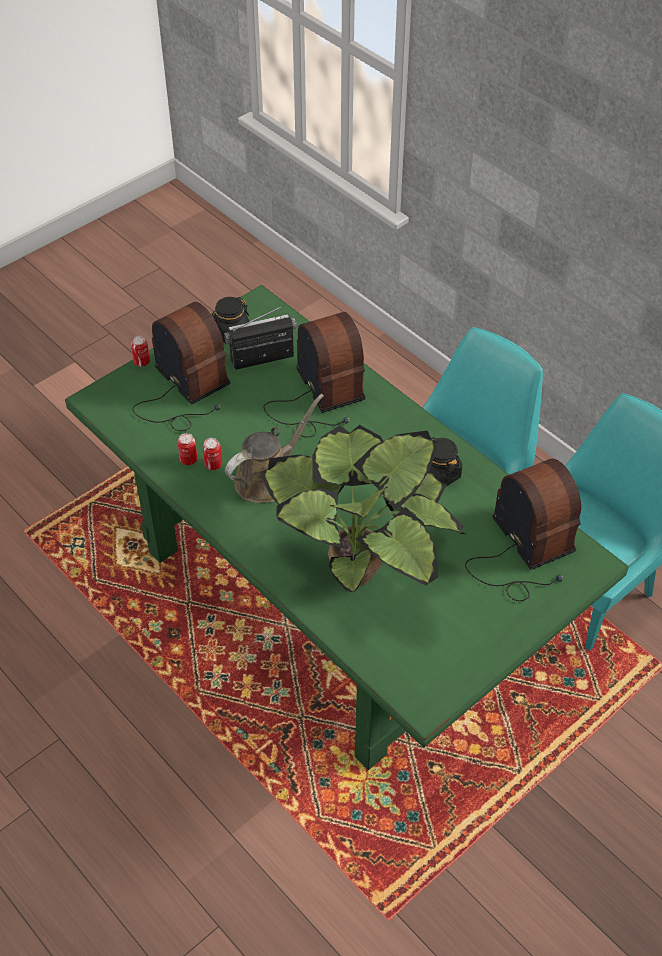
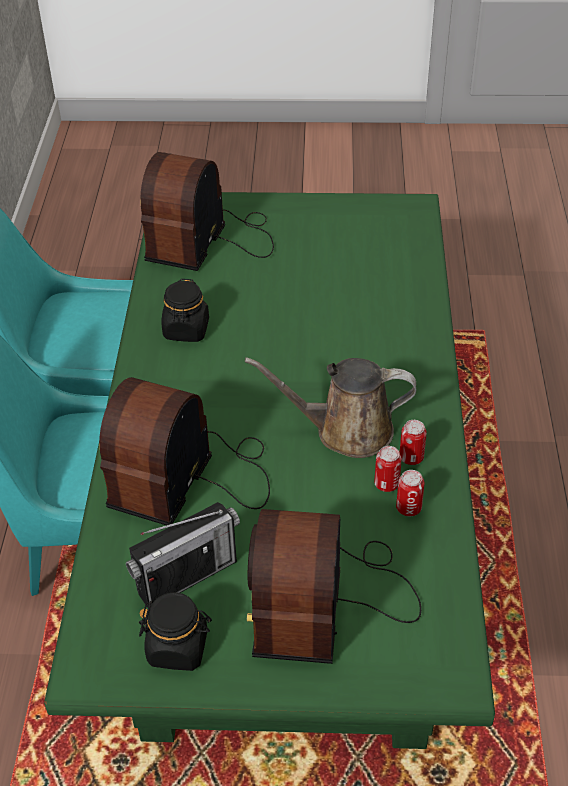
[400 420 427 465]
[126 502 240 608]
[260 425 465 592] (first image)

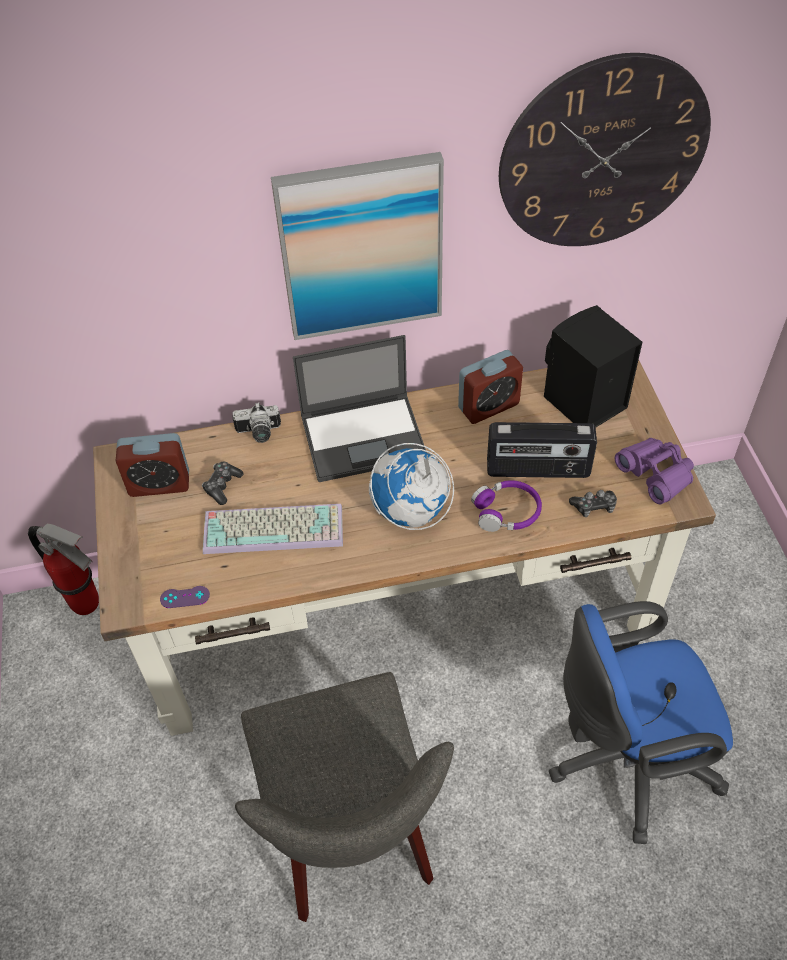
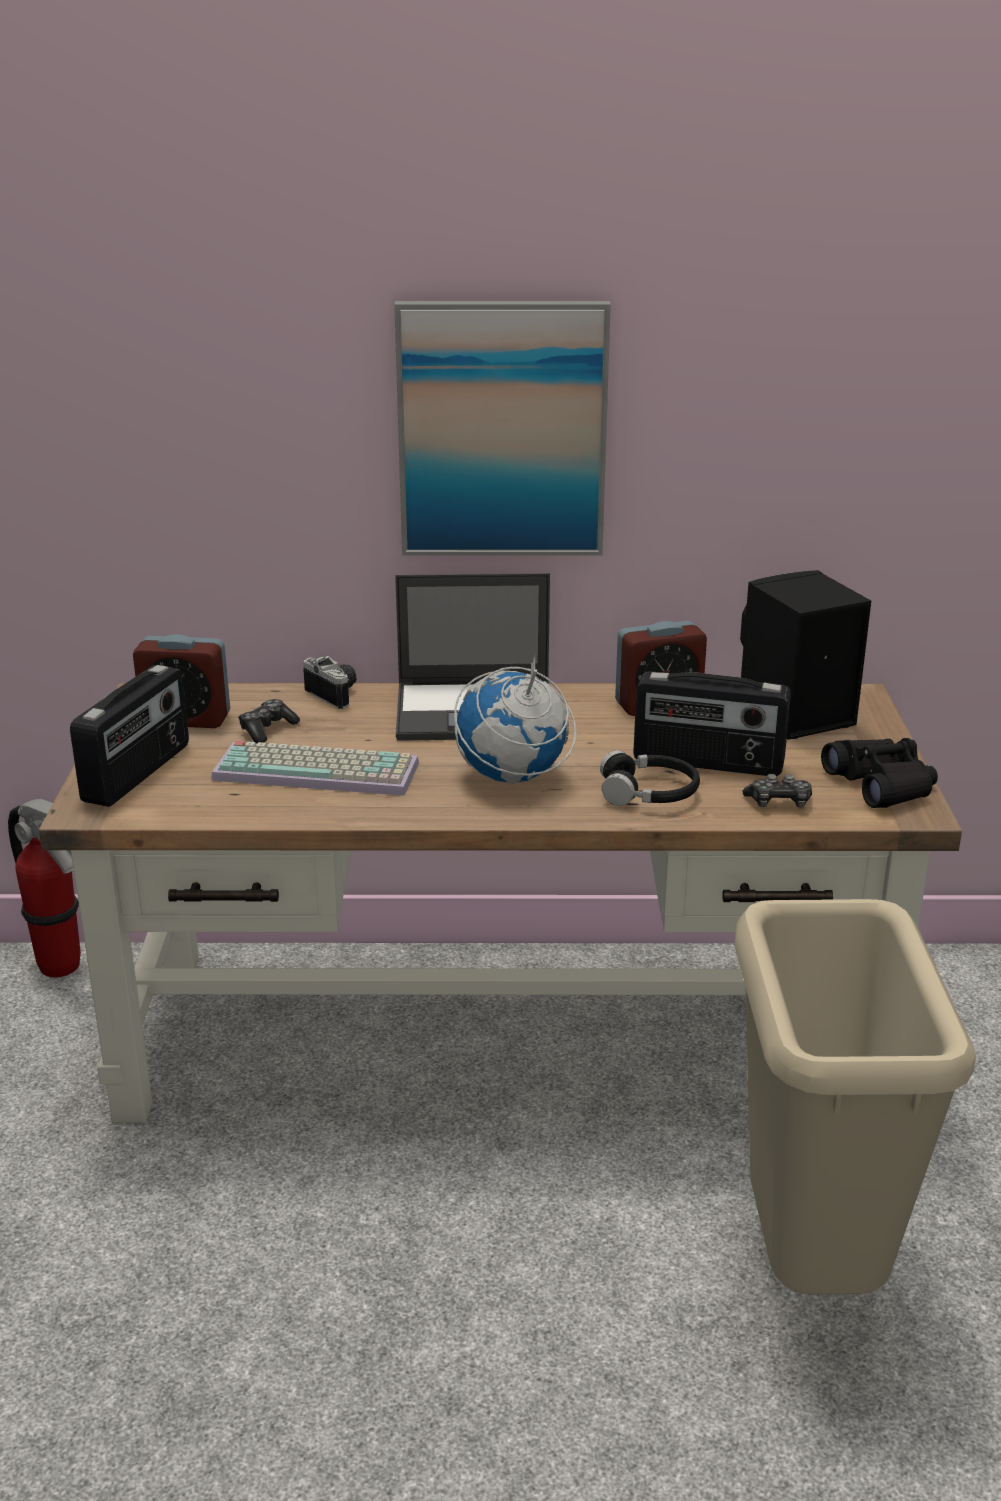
[160 586 210 608] (first image)
[303 655 356 709]
[235 672 454 922] (first image)
[600 750 700 806]
[499 53 711 246] (first image)
[735 899 976 1295]
[821 738 938 808]
[70 665 189 807]

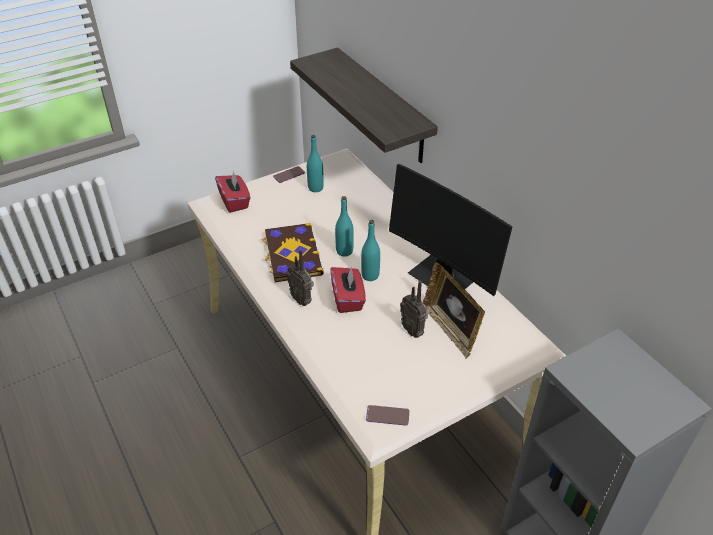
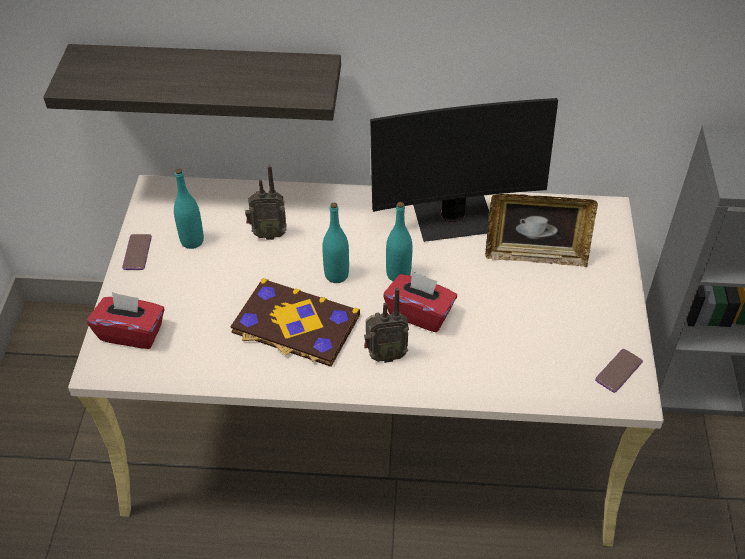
[245 165 287 240]

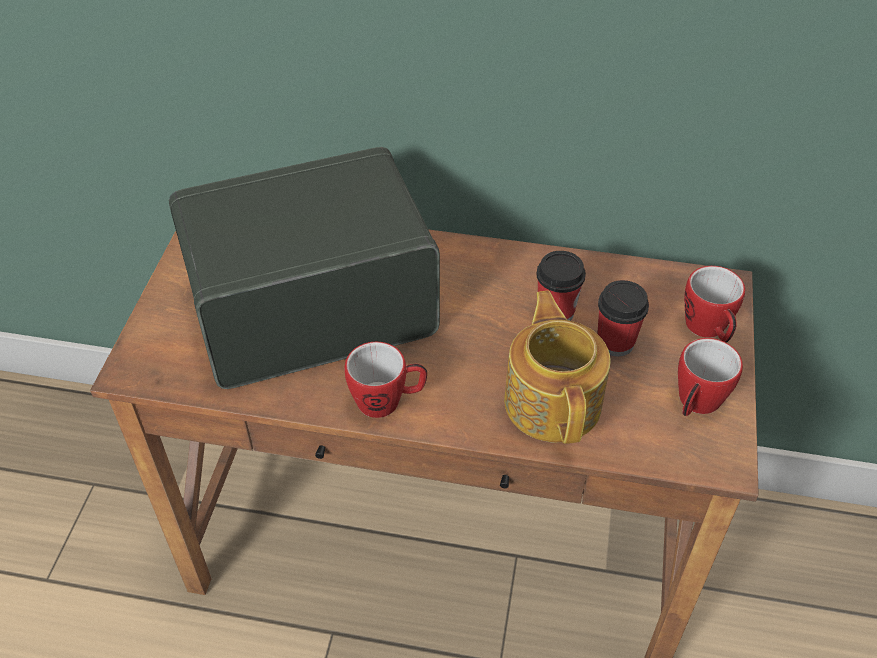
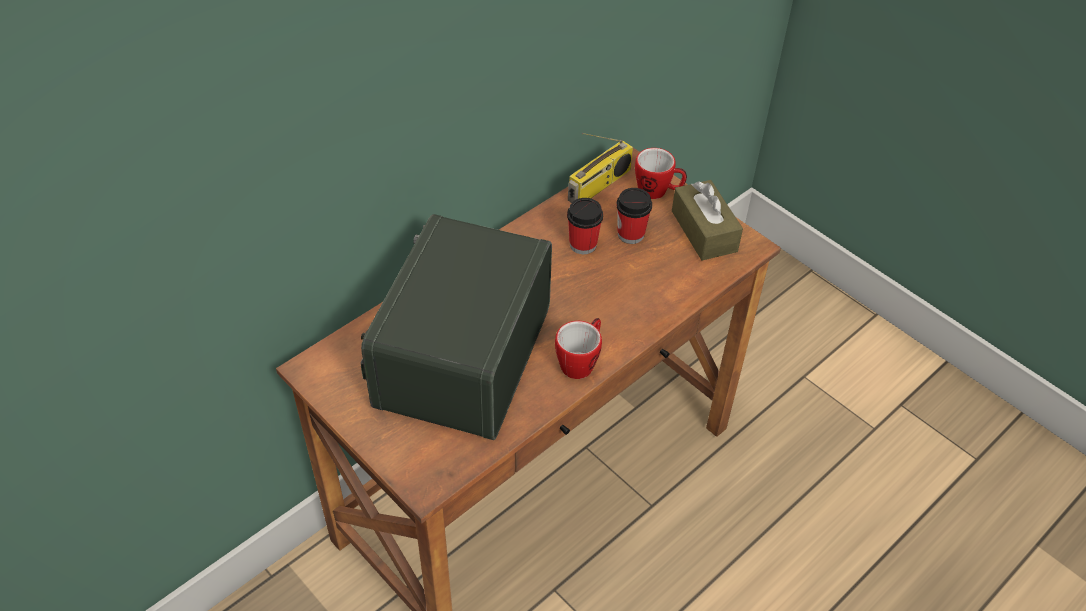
[504 290 611 444] (first image)
[672 180 743 261]
[568 133 633 203]

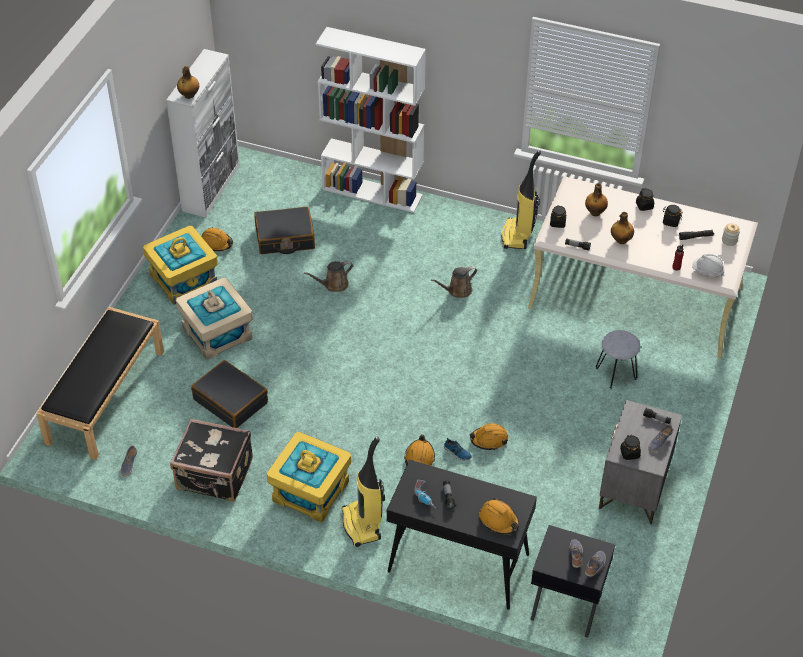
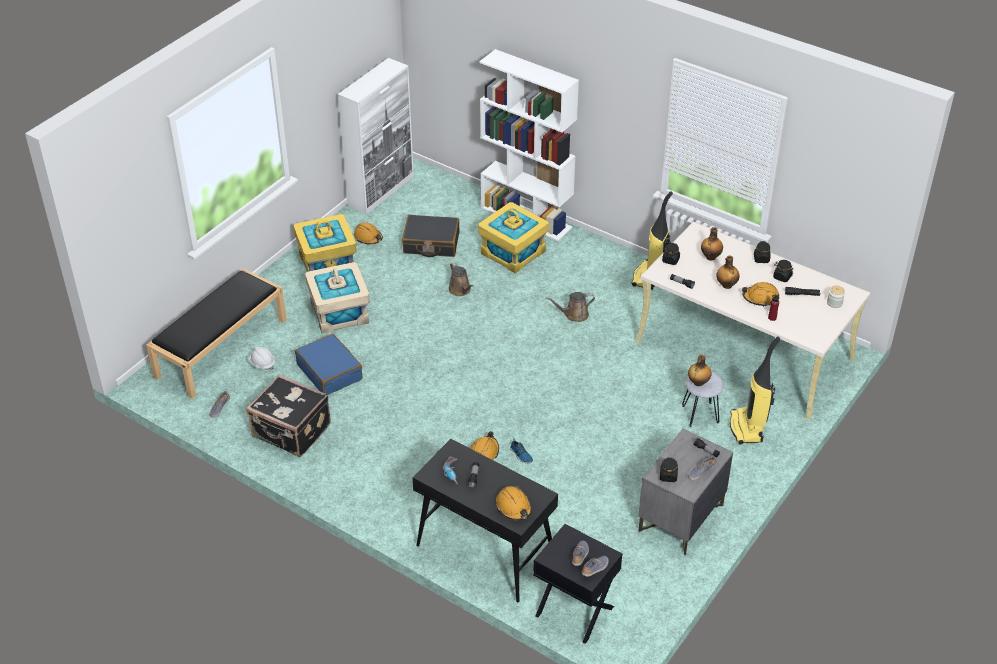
[688 355 712 386]
[295 334 362 395]
[478 202 549 274]
[448 262 474 296]
[730 337 780 445]
[742 282 779 307]
[247 347 275 370]

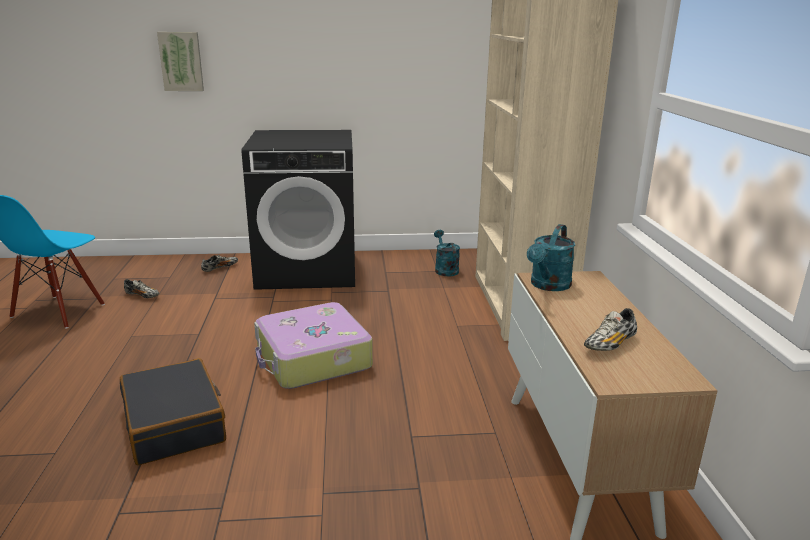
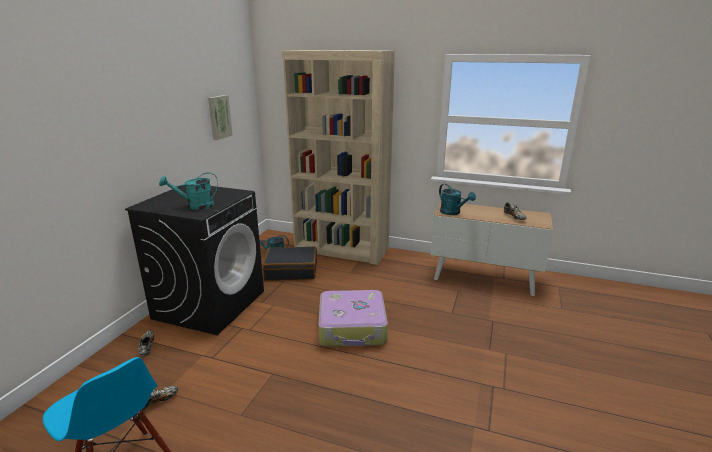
[263 247 317 281]
[208 95 233 140]
[159 172 218 210]

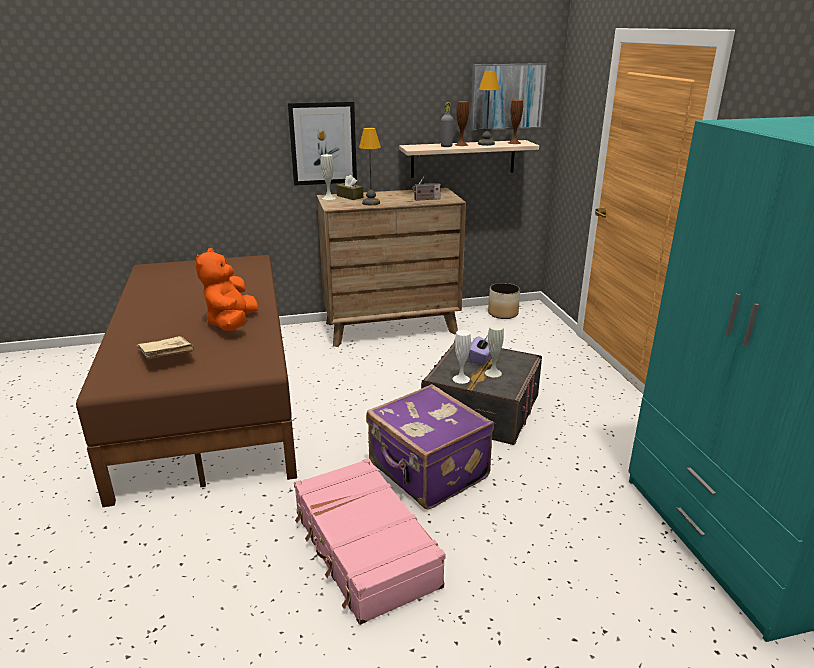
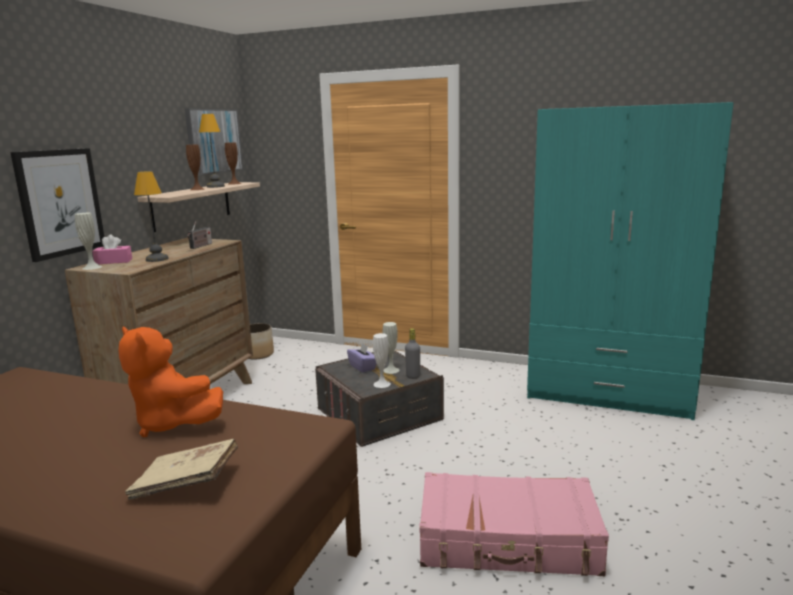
[92 235 132 264]
[366 384 494 510] (first image)
[405 328 420 379]

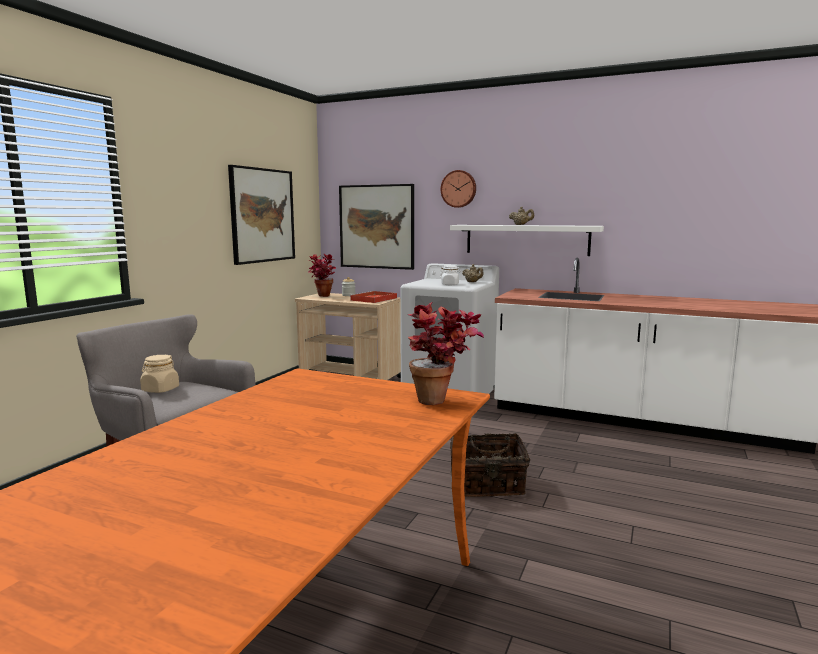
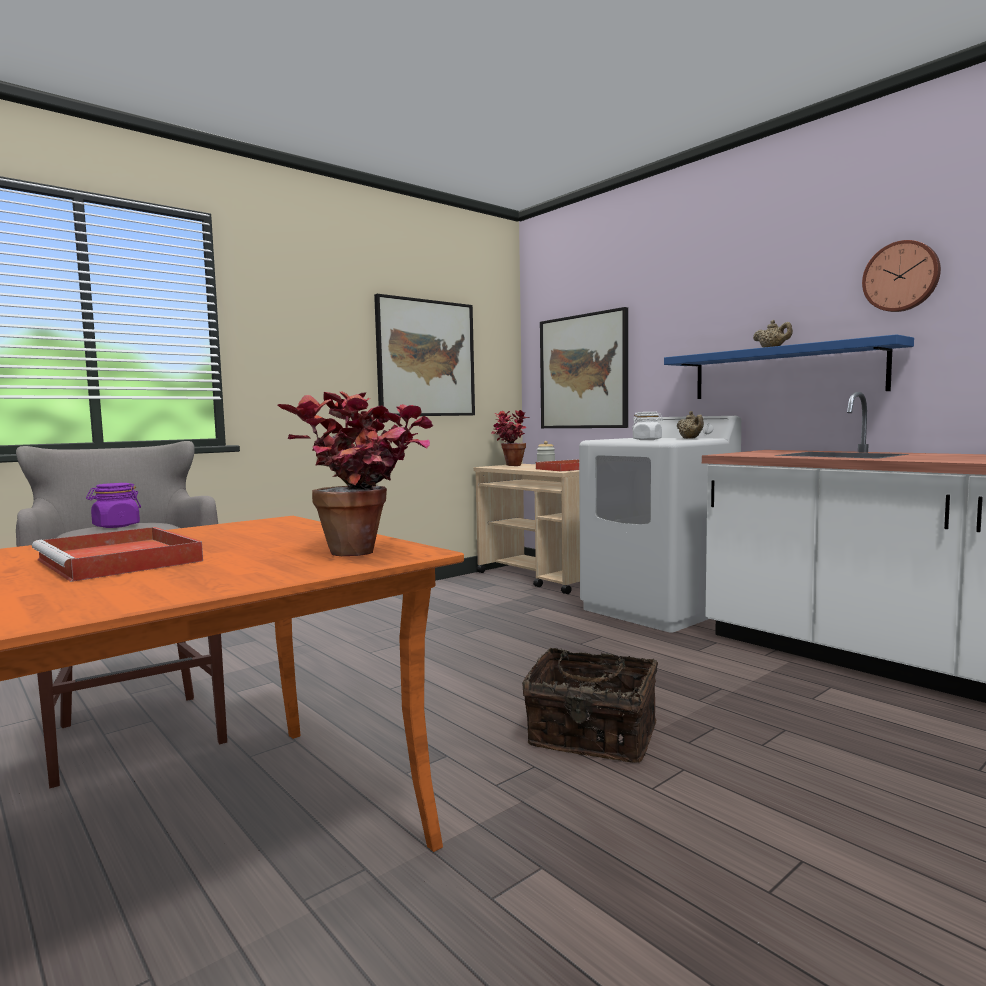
[86 483 141 528]
[862 240 941 312]
[664 334 914 399]
[32 527 203 582]

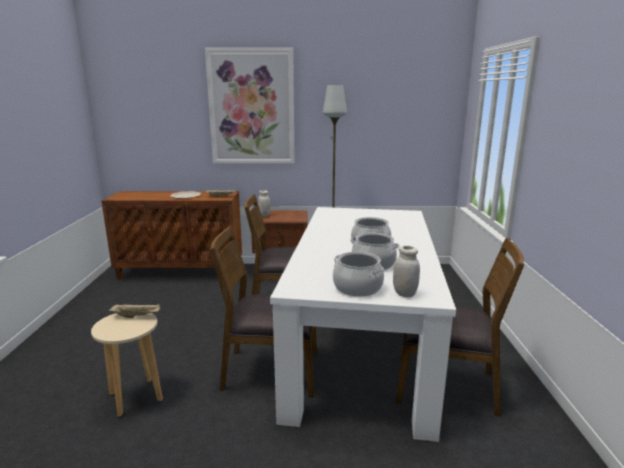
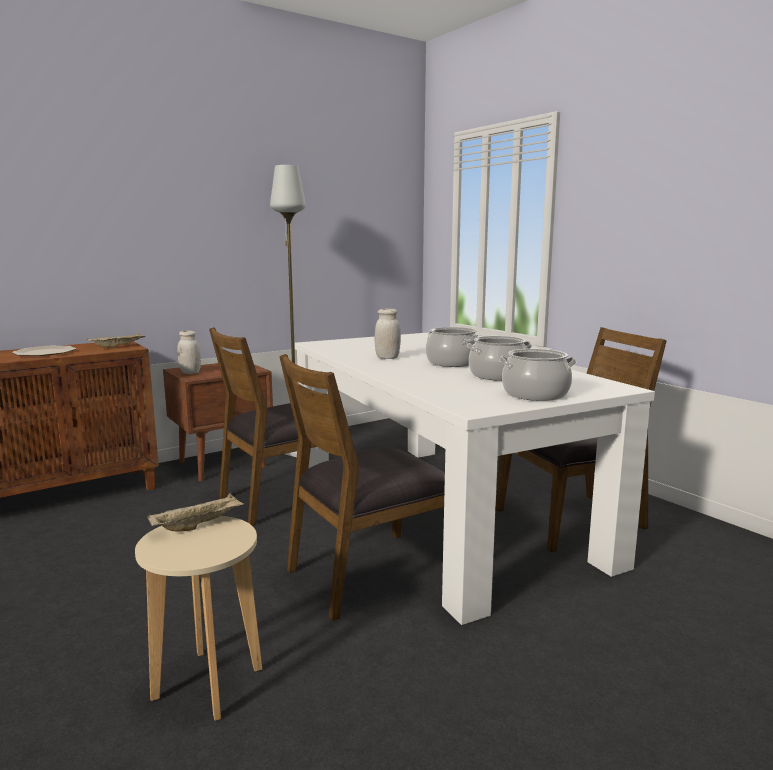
[205 48 295 163] (first image)
[375 309 401 359]

